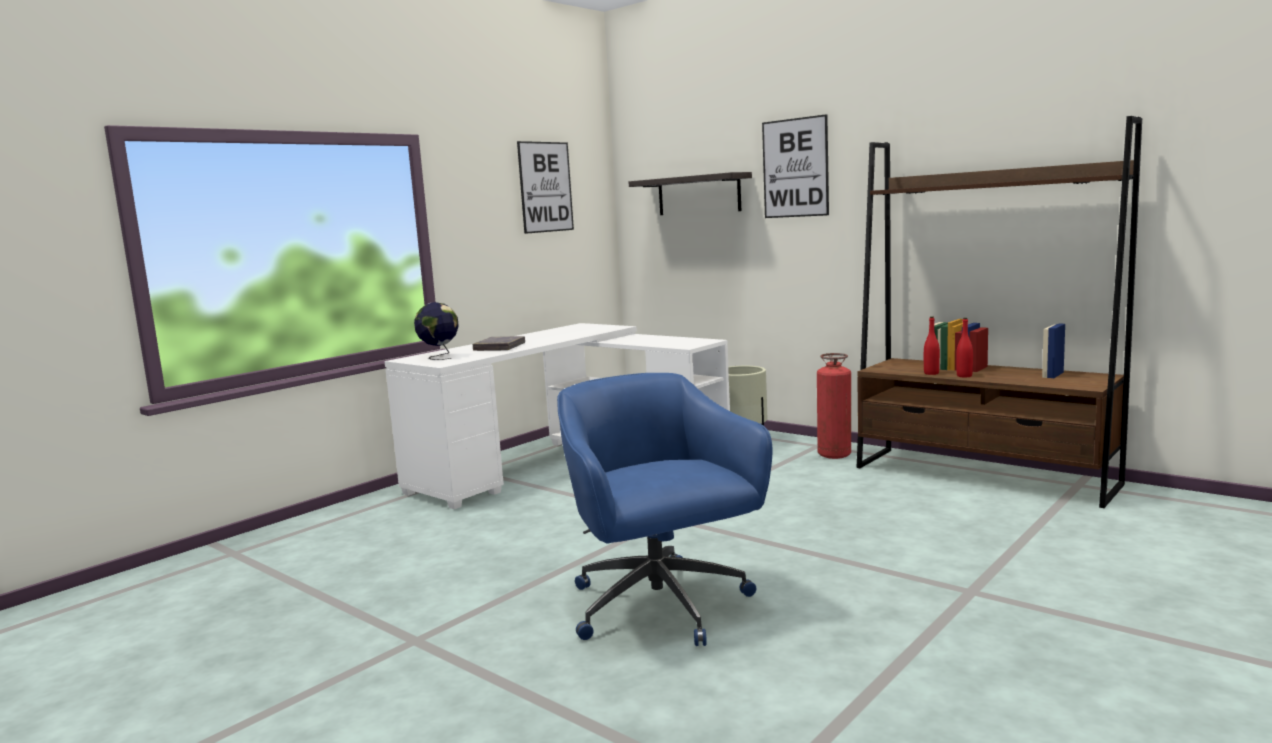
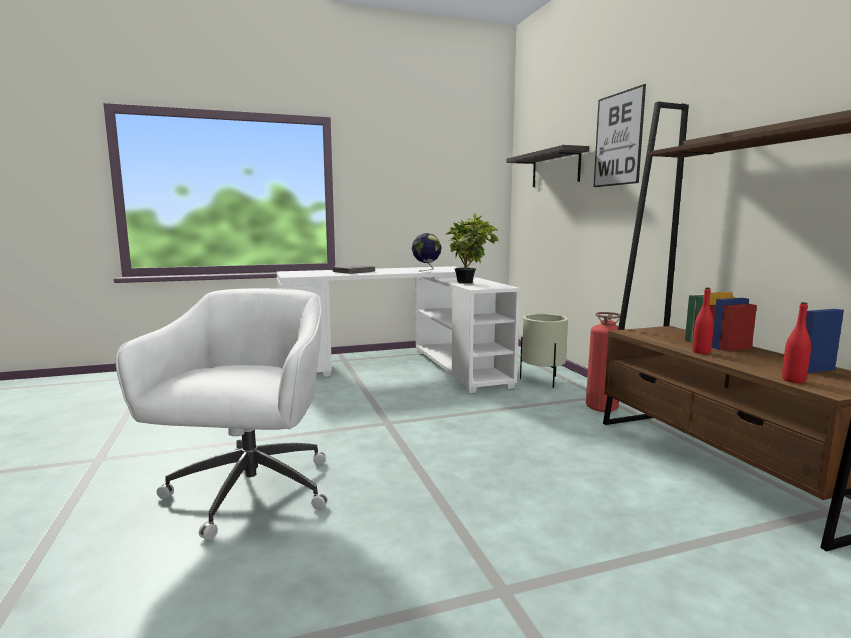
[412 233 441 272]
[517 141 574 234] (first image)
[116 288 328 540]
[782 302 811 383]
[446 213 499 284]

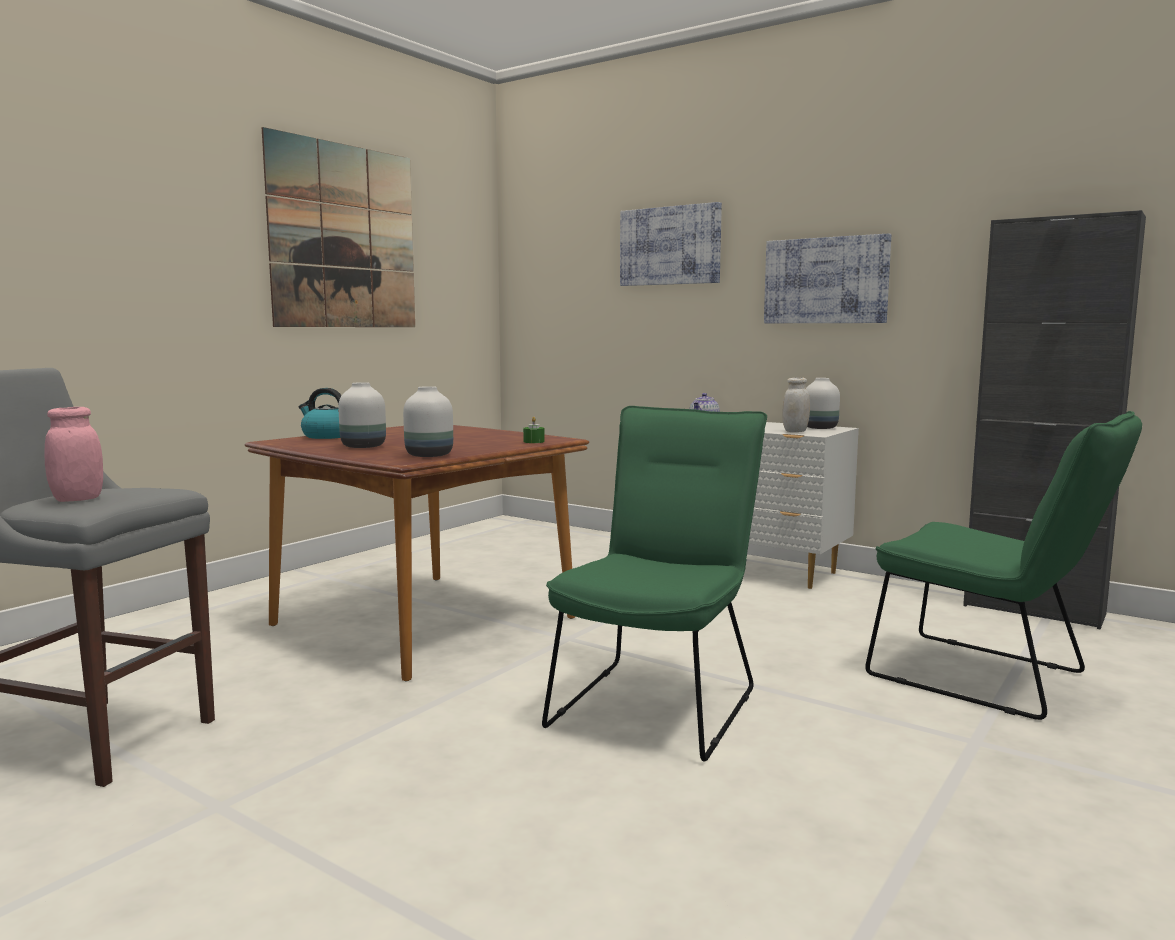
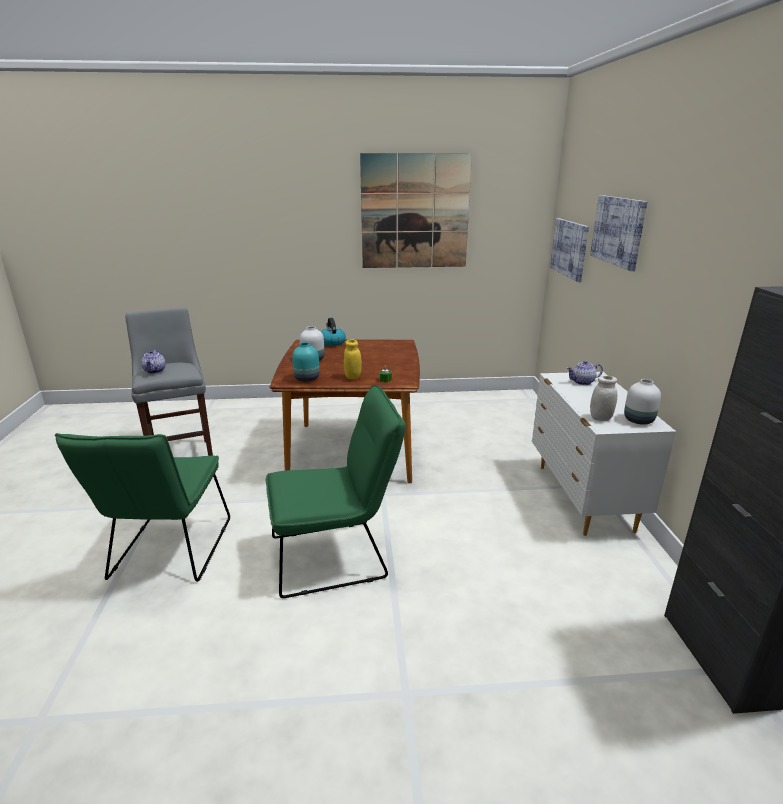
[141 350 166 374]
[292 342 320 382]
[550 218 589 282]
[55 433 230 582]
[344 339 362 380]

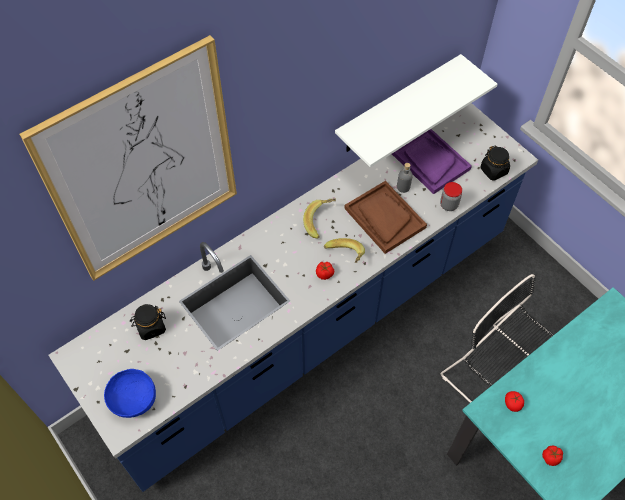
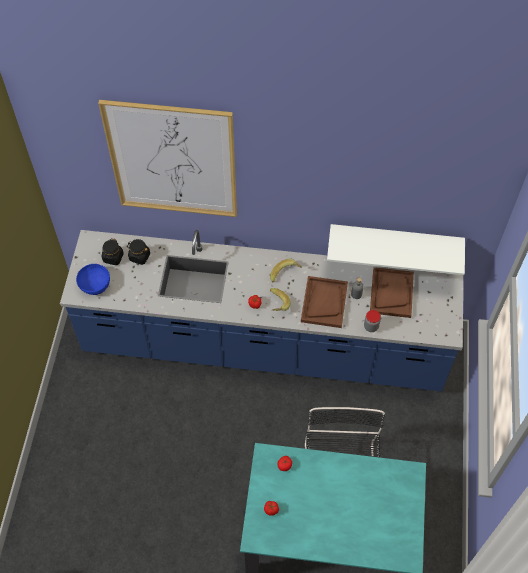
[370 267 414 318]
[102 239 124 265]

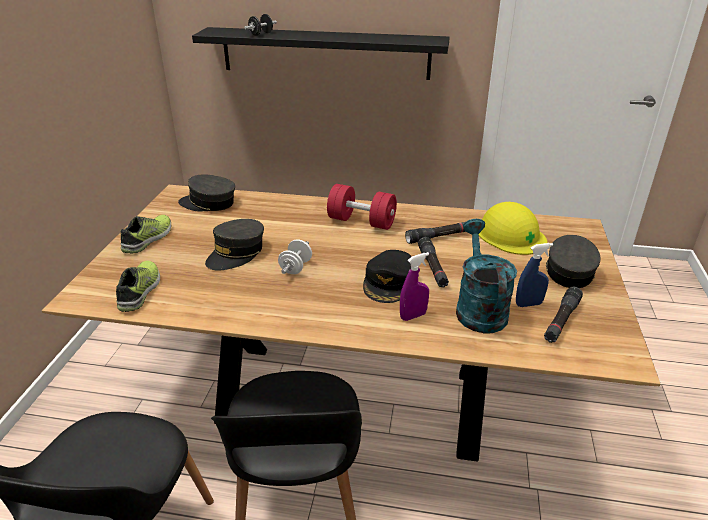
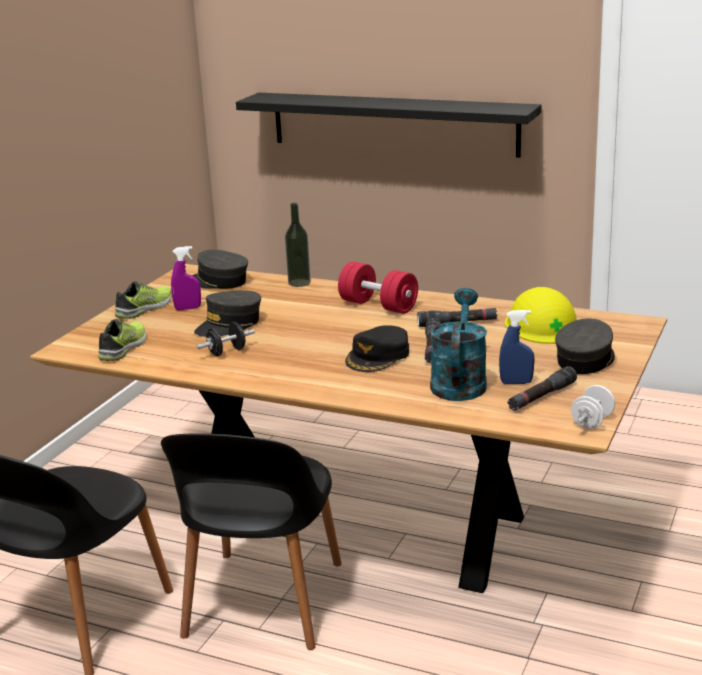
[197 322 255 356]
[571 385 615 429]
[171 246 201 310]
[285 203 311 287]

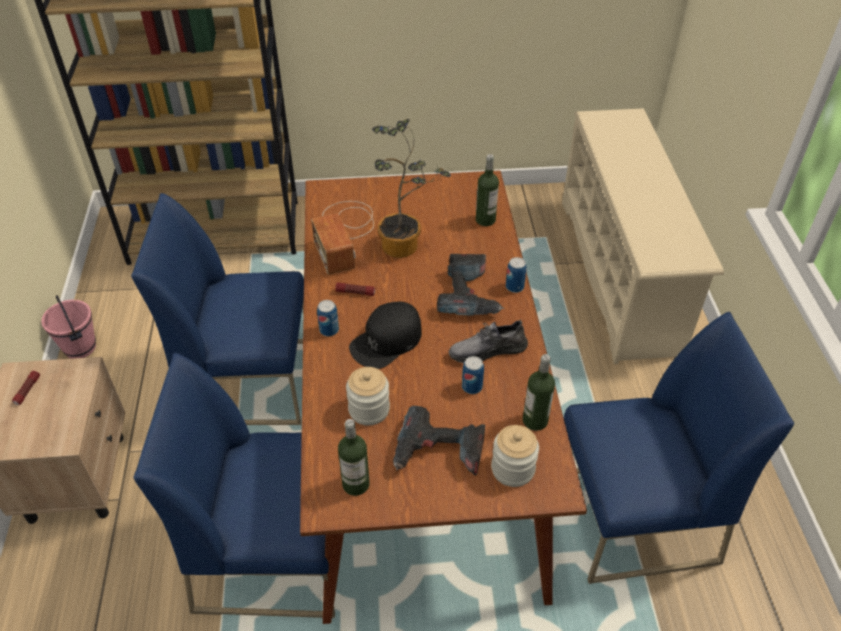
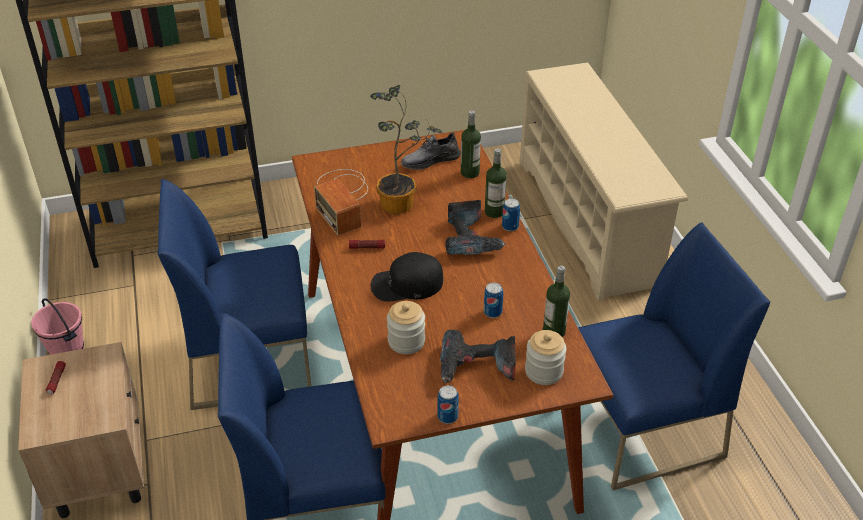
[438 385 459 424]
[485 148 507 218]
[371 252 443 302]
[401 132 461 170]

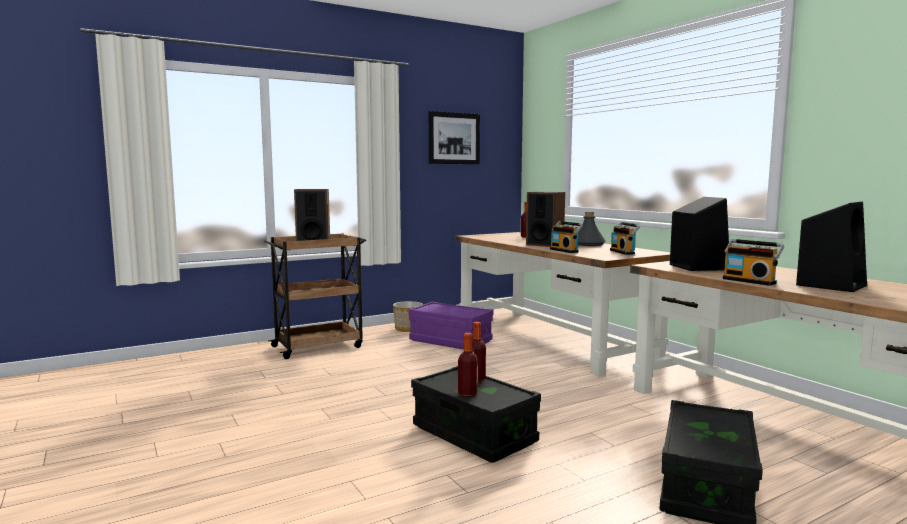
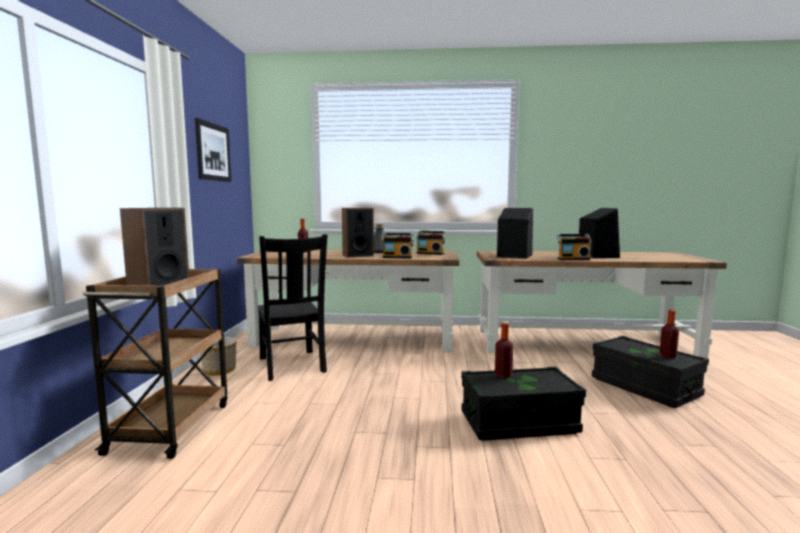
[258 234 328 381]
[659 310 679 358]

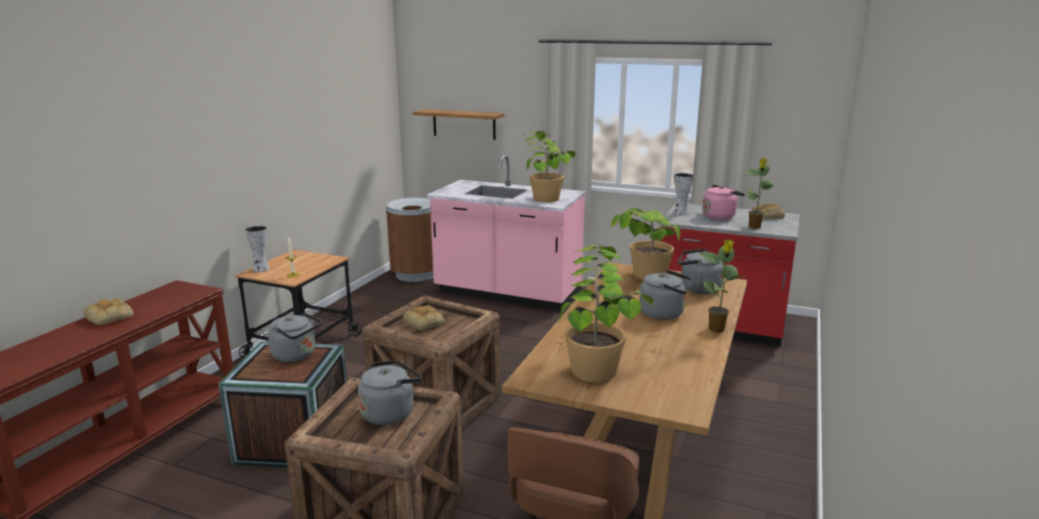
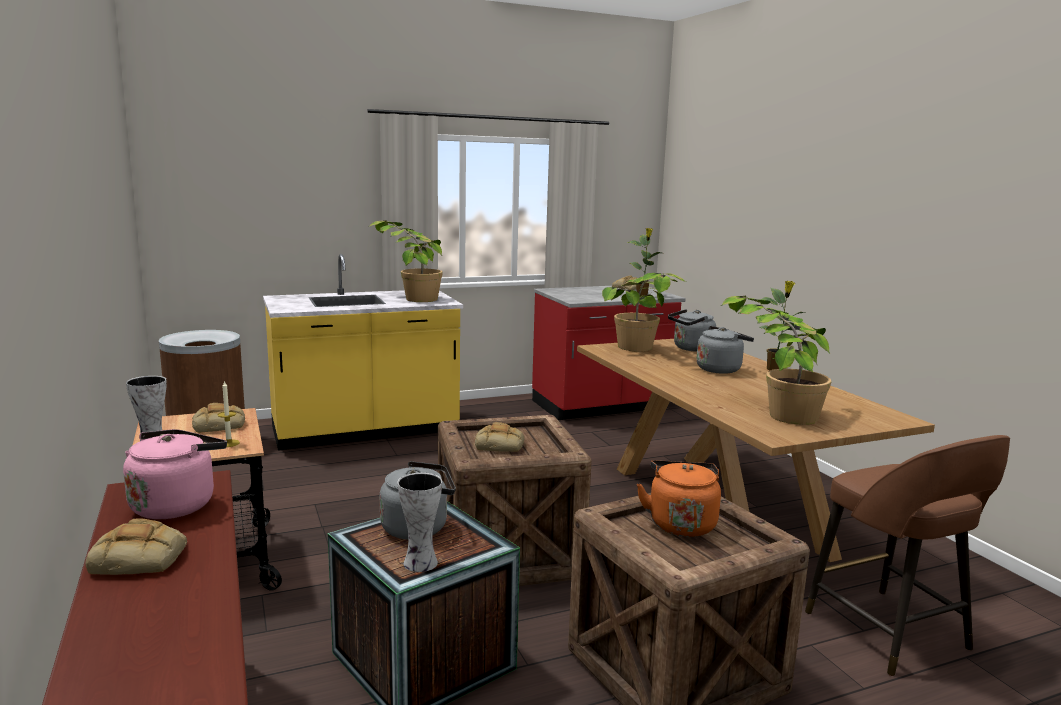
[637 460 721 537]
[413 109 505 140] (first image)
[263 254 463 451]
[398 473 442 572]
[123 429 227 519]
[192 403 245 433]

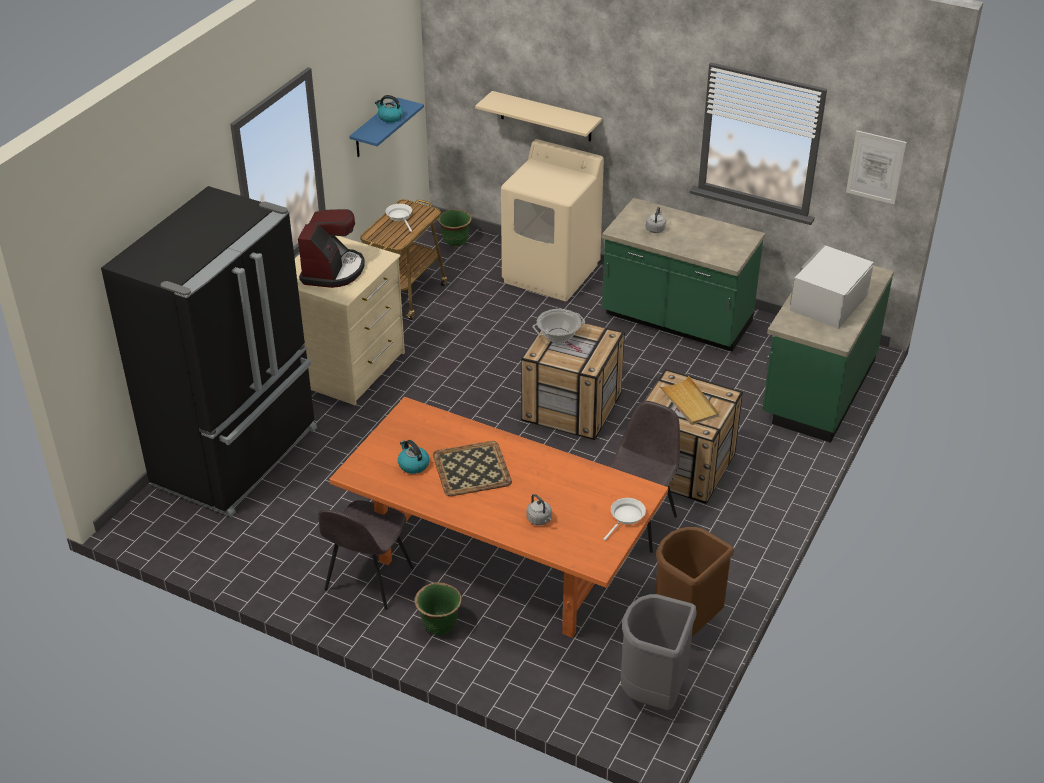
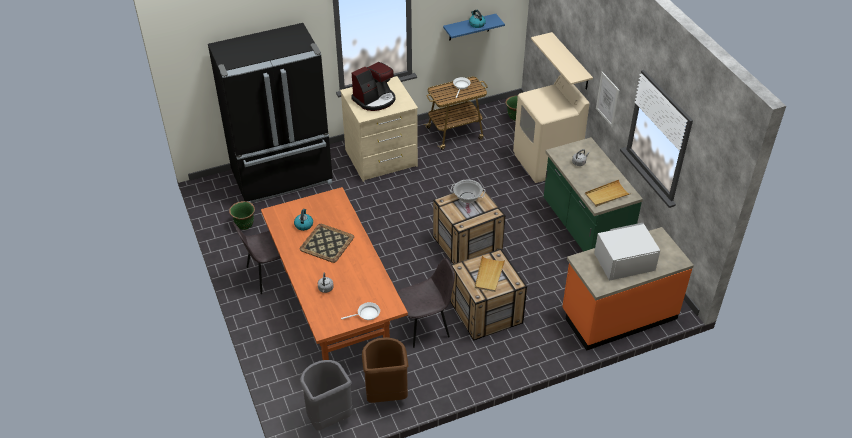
[229 201 255 230]
[562 227 694 351]
[596 72 619 127]
[585 180 630 207]

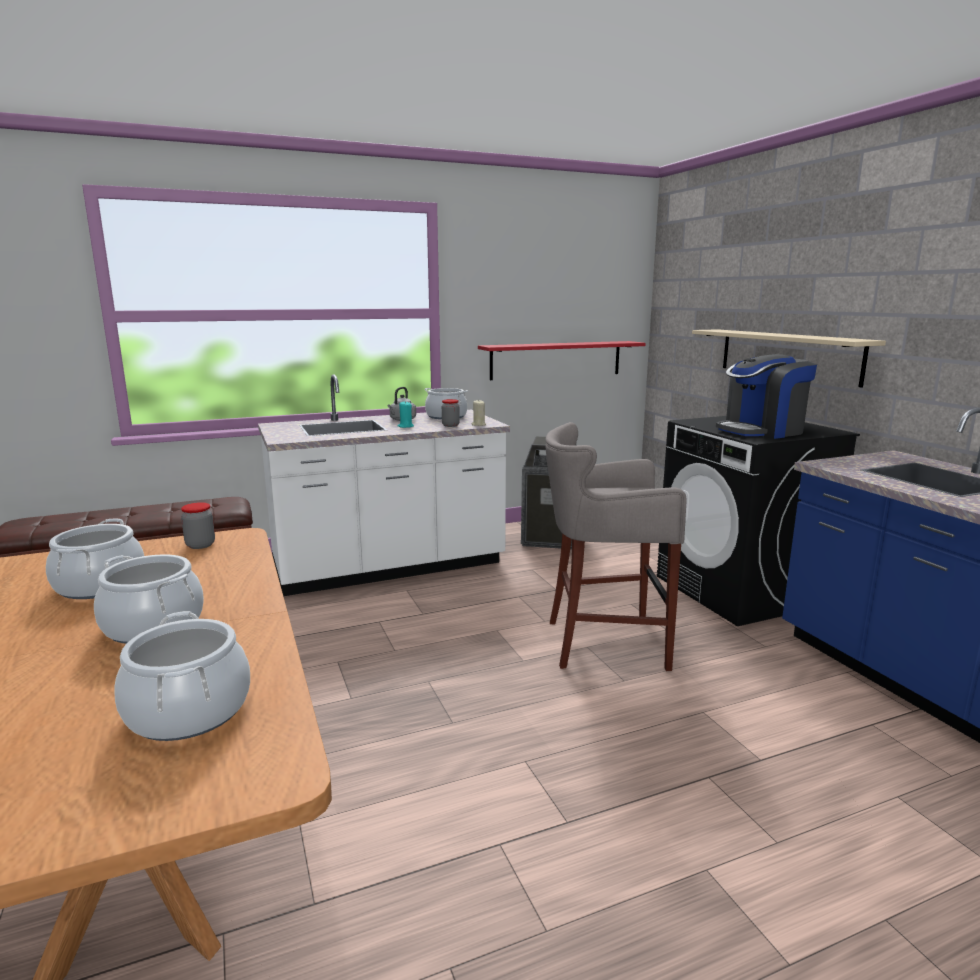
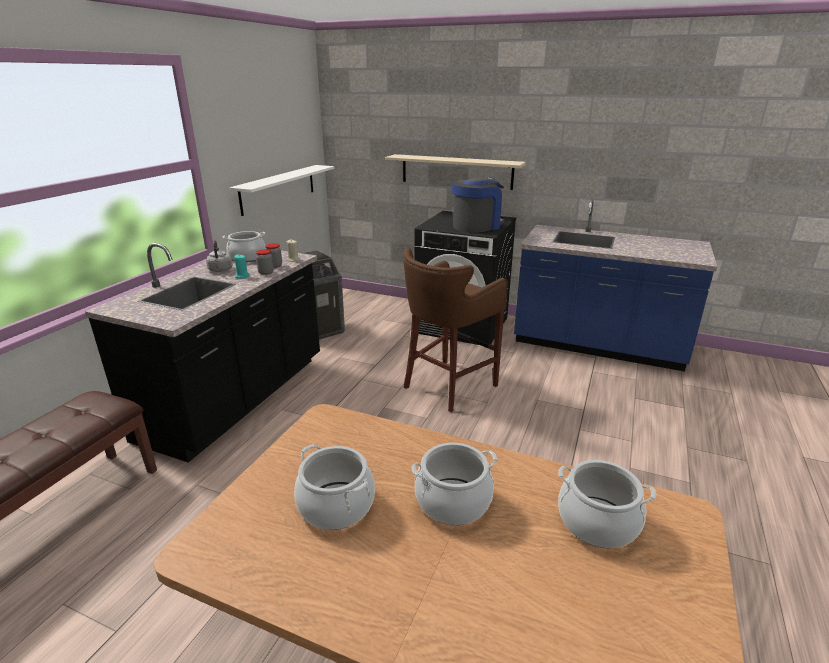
[256 249 274 275]
[85 243 320 463]
[229 165 334 216]
[404 247 508 412]
[452 178 505 233]

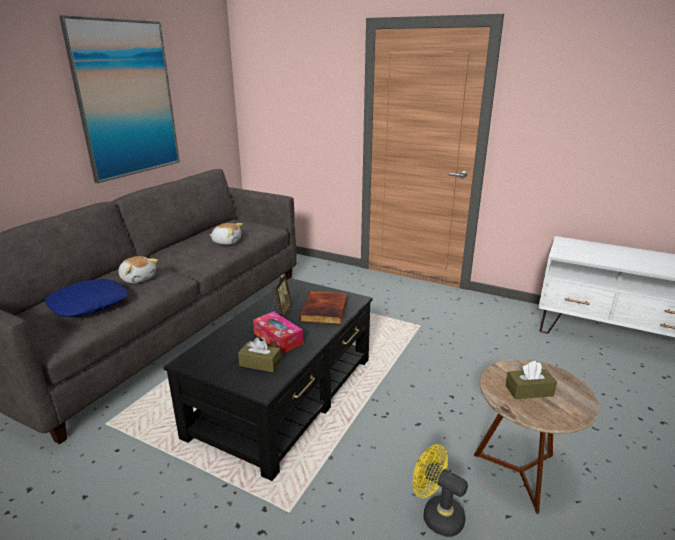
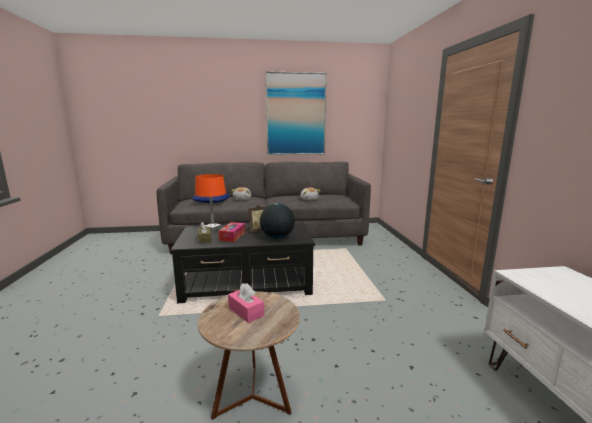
[260 203 295 239]
[413 444 468 537] (first image)
[228 283 264 323]
[195 174 226 232]

